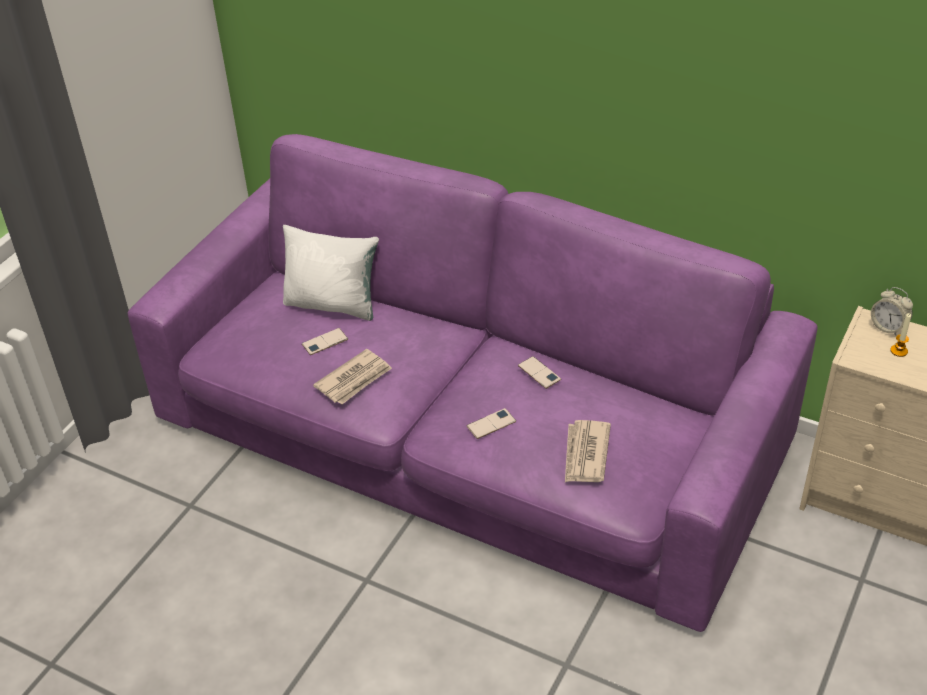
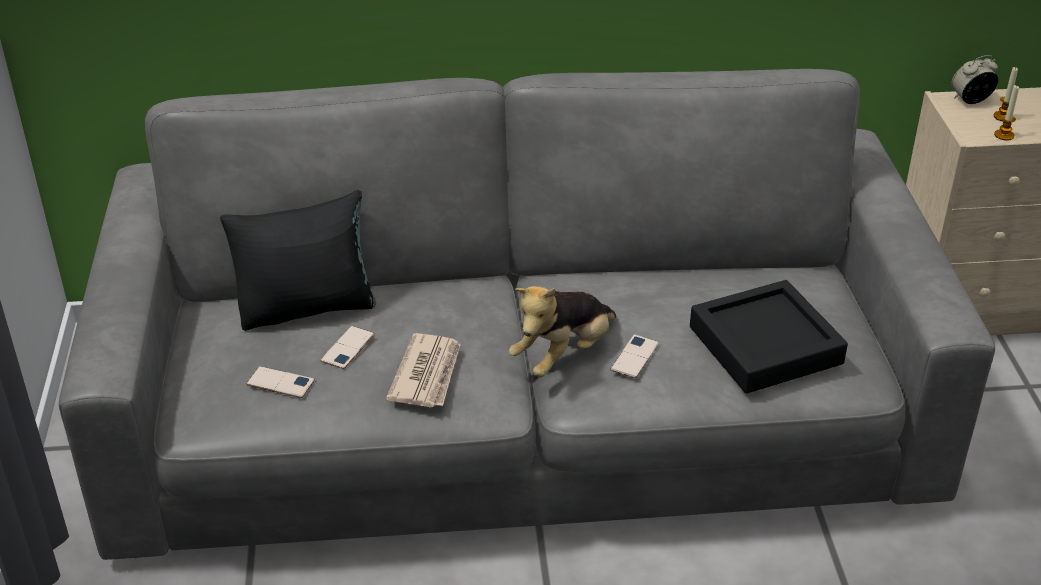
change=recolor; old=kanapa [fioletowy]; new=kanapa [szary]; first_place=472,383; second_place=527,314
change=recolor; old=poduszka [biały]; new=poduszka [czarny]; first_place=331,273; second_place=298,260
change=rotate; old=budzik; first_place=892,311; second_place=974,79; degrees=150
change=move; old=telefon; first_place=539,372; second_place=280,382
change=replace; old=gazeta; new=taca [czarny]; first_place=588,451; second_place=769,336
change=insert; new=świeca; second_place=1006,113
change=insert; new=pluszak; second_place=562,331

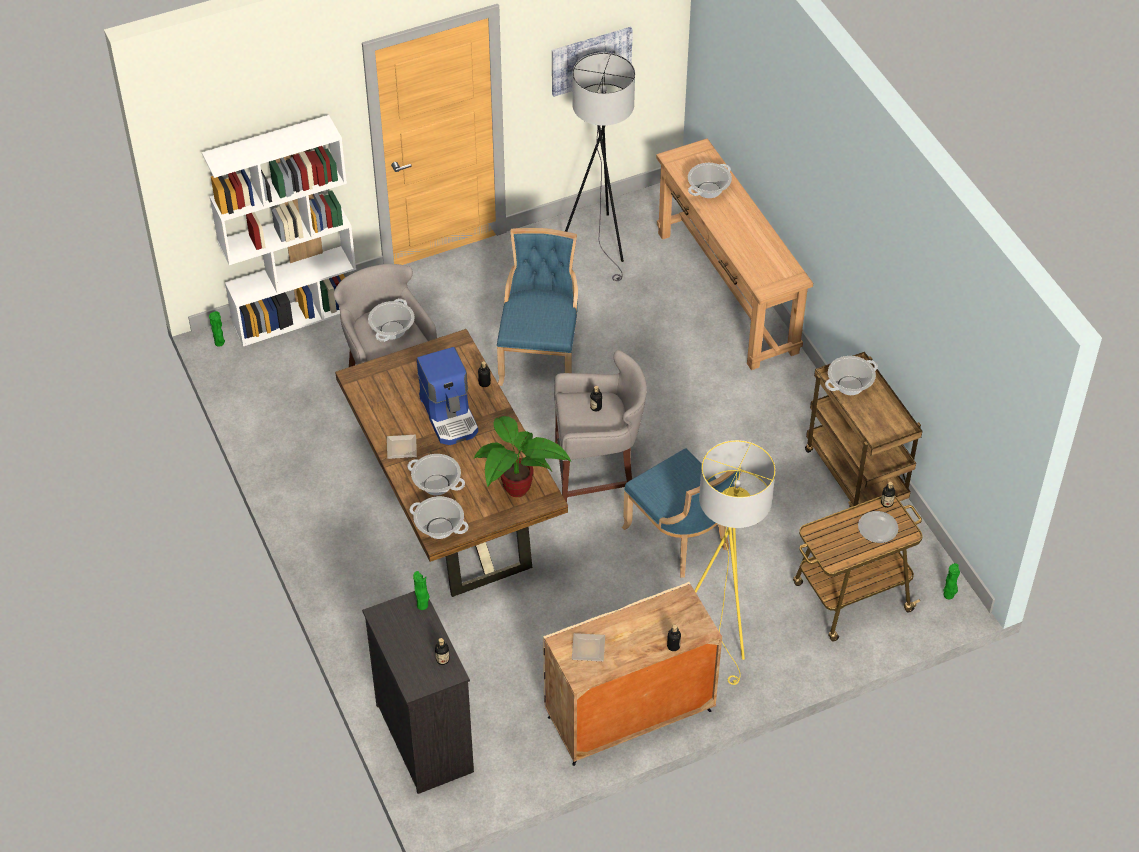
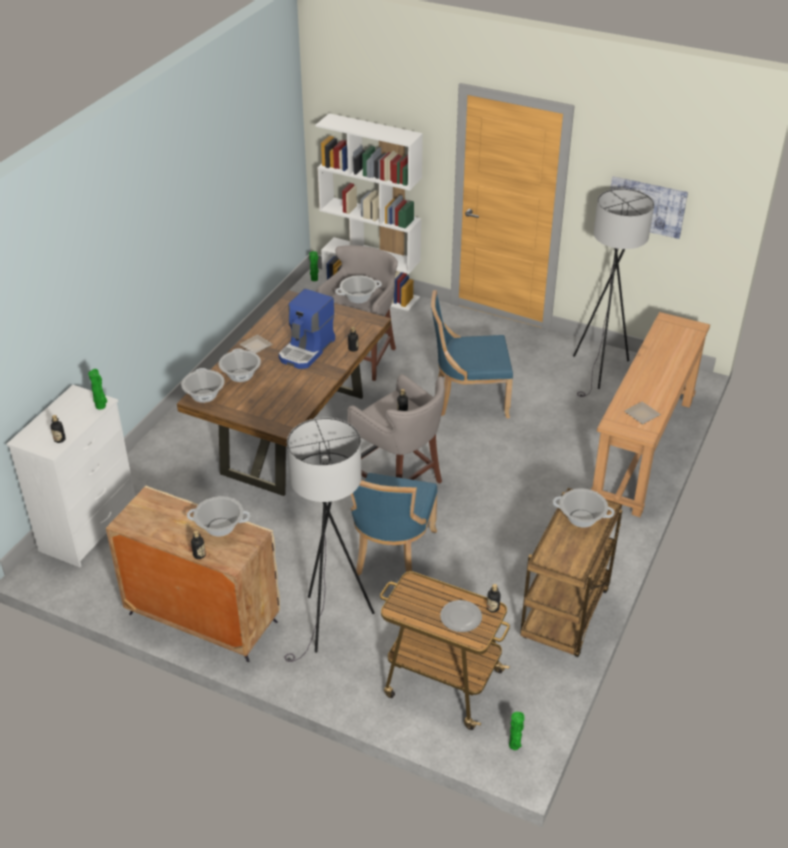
change=move; old=garnek; first_place=710,180; second_place=219,516
change=rotate; old=krzesło [niebieski]; first_place=537,307; second_place=472,354; degrees=-150
change=delete; old=roślina doniczkowa; first_place=522,456
change=recolor; old=lampa stojąca [żółty]; new=lampa stojąca [szary]; first_place=735,562; second_place=330,539
change=recolor; old=komoda [czarny]; new=komoda [biały]; first_place=418,692; second_place=71,476
change=move; old=talerz; first_place=588,647; second_place=642,413

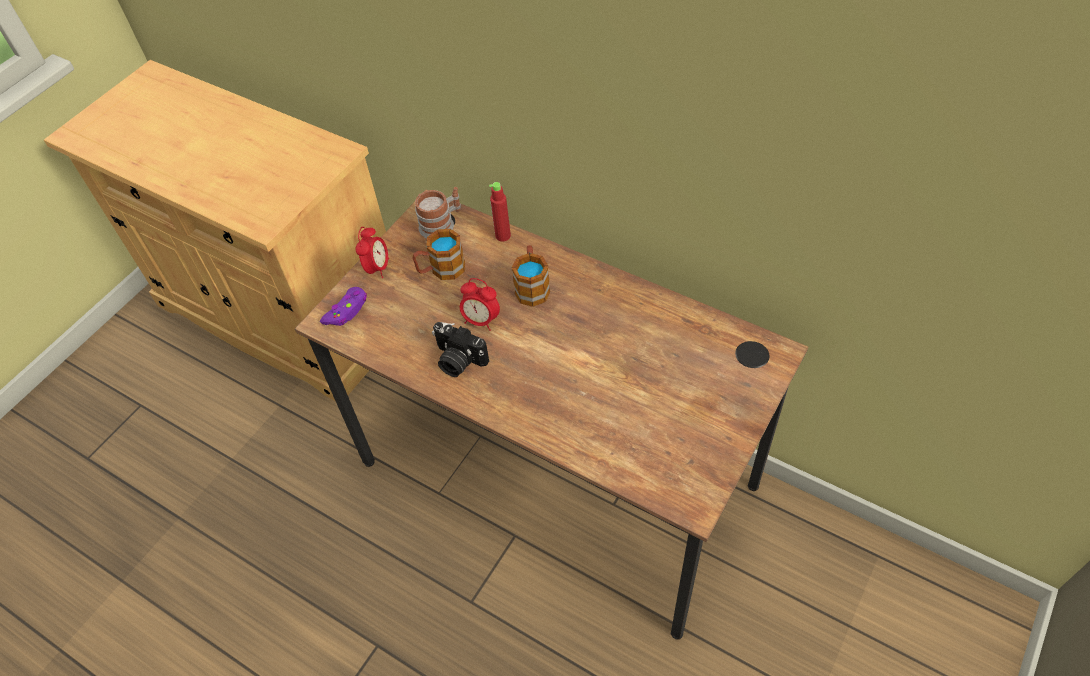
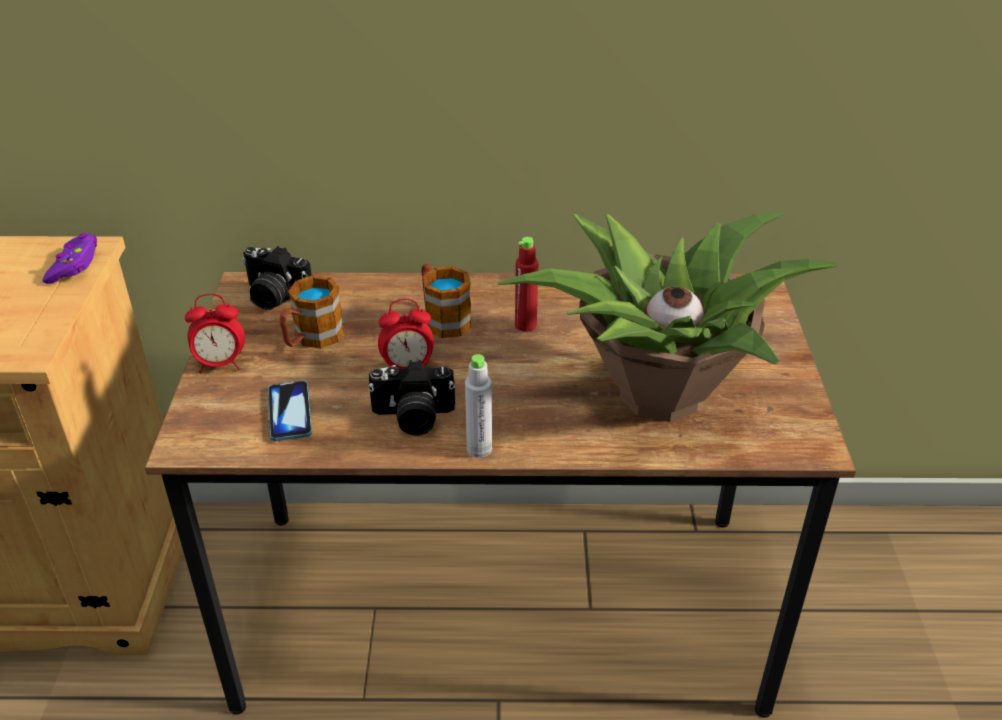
change=move; old=butelka [czerwony]; first_place=500,211; second_place=527,284
change=replace; old=kubek; new=aparat fotograficzny; first_place=438,212; second_place=277,278
change=rotate; old=budzik; first_place=372,252; second_place=215,333; degrees=105
change=move; old=pad do gier [fioletowy]; first_place=343,306; second_place=69,258
change=insert; new=roślina doniczkowa; second_place=667,316
change=insert; new=butelka [szary]; second_place=478,406
change=insert; new=telefon; second_place=290,411

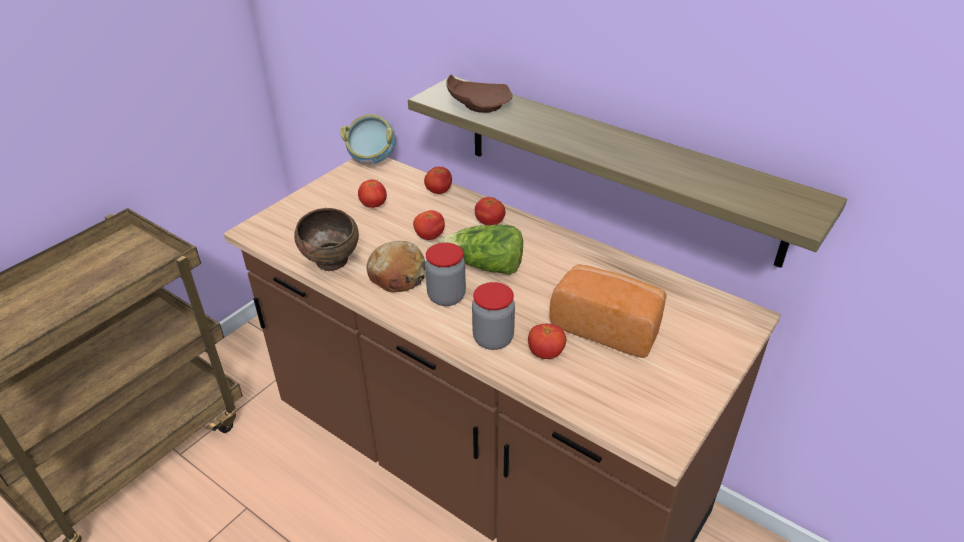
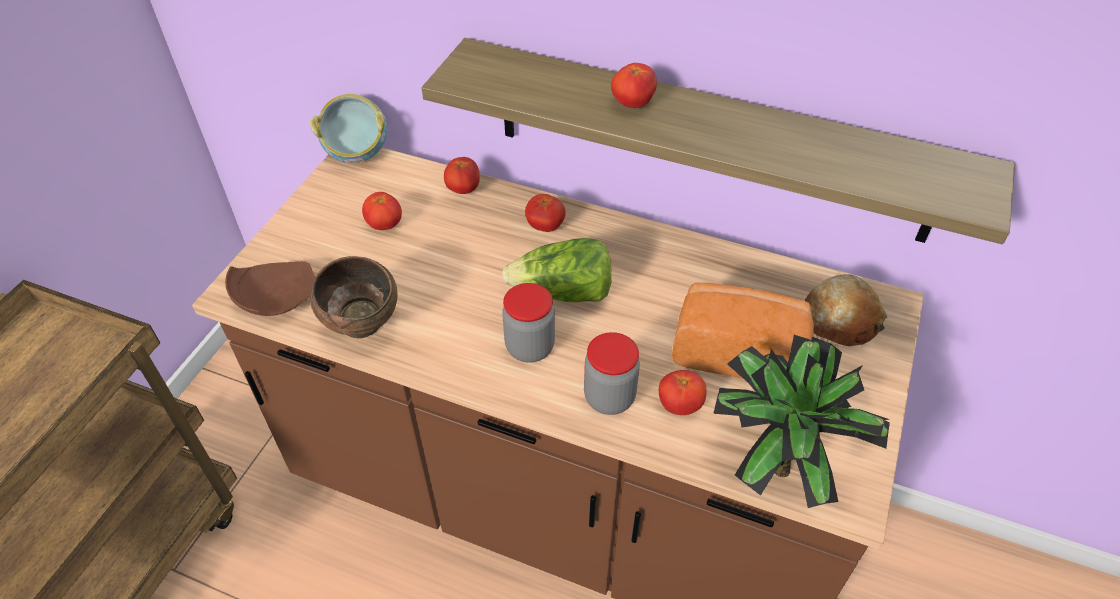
change=move; old=talerz [brązowy]; first_place=479,94; second_place=270,288
change=move; old=pomidor; first_place=429,225; second_place=634,85
change=move; old=chleb; first_place=396,267; second_place=846,310
change=insert; new=roślina doniczkowa; second_place=801,421

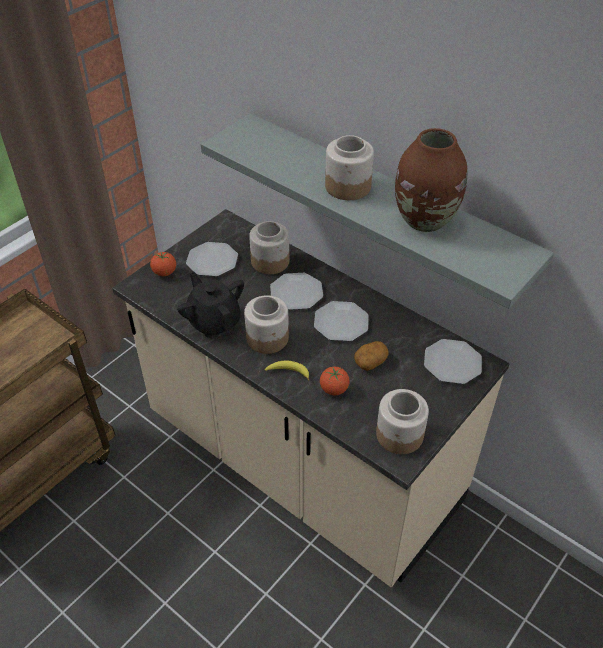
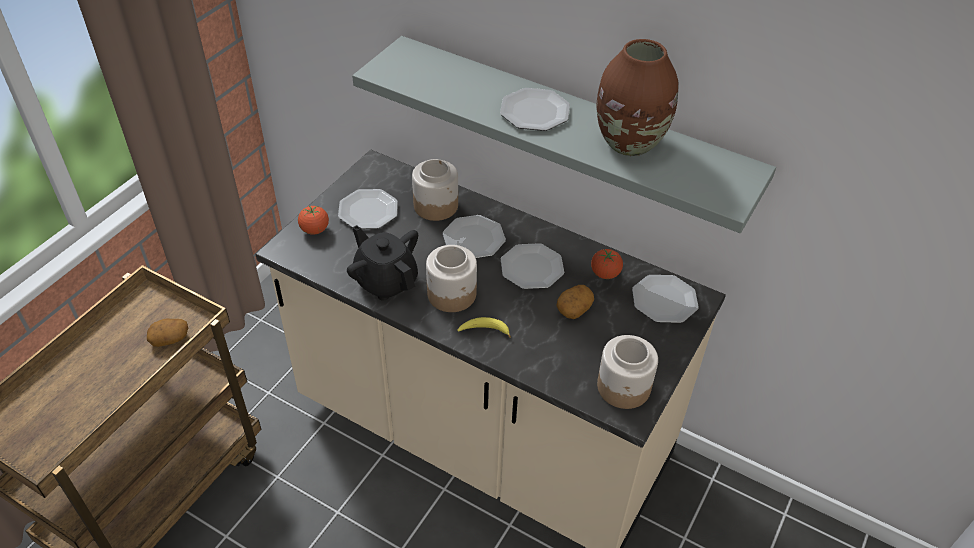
change=replace; old=słoik; new=talerz; first_place=349,167; second_place=535,109
change=move; old=pomidor; first_place=335,381; second_place=607,264
change=insert; new=ziemniak; second_place=167,332

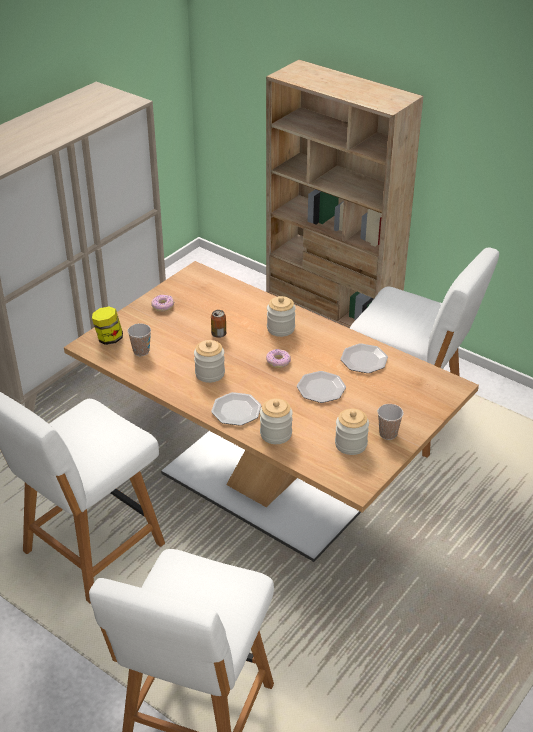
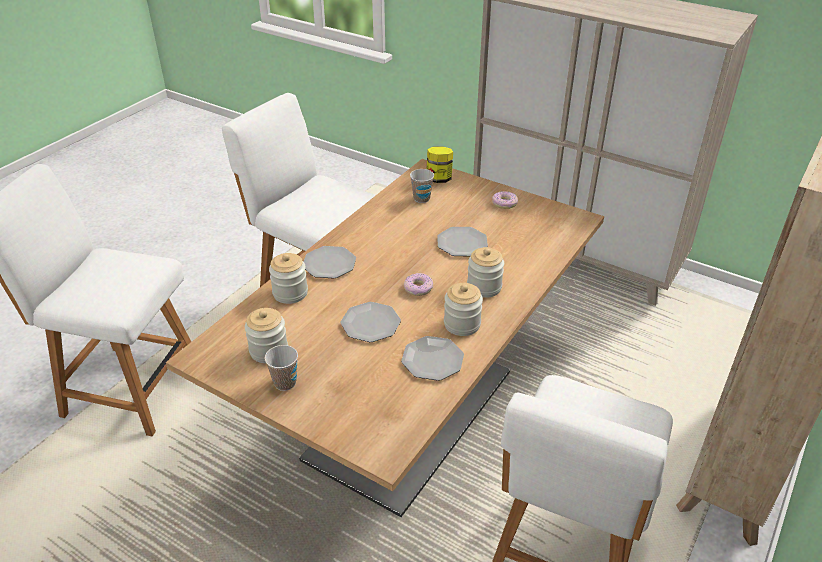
change=replace; old=puszka; new=talerz; first_place=218,324; second_place=462,241
change=move; old=słoik; first_place=209,361; second_place=463,309

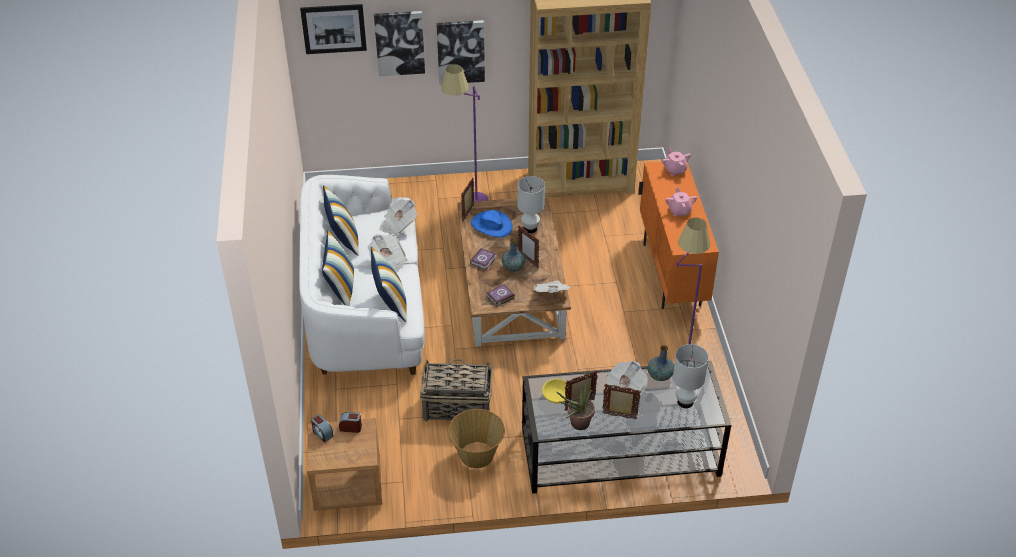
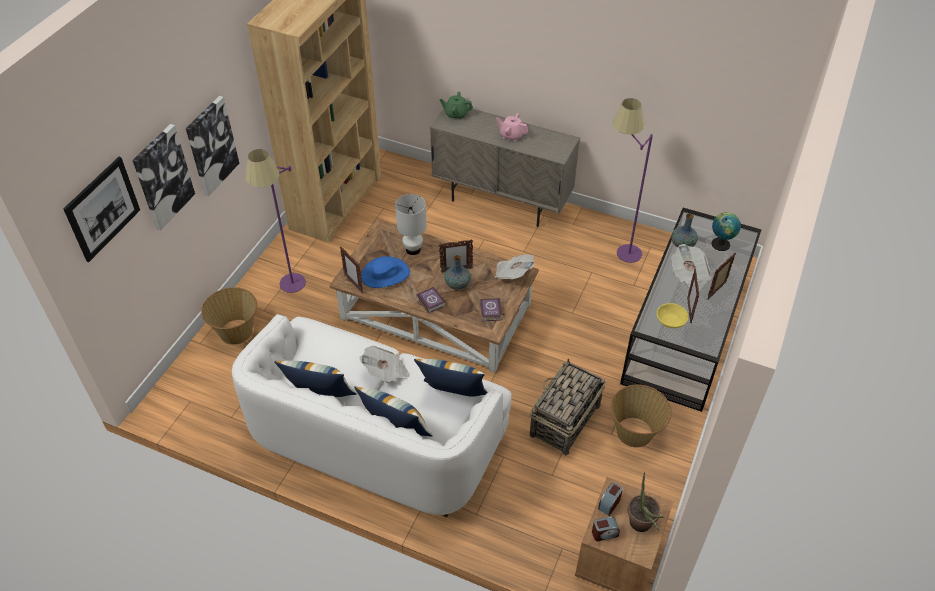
change=recolor; old=imbryk [różowy]; new=imbryk [zielony]; first_place=676,162; second_place=456,106
change=recolor; old=szafka [pomarańczowy]; new=szafka [beżowy]; first_place=678,235; second_place=505,168
change=delete; old=gazeta; first_place=398,217
change=replace; old=lampa stołowa [biały]; new=globus; first_place=691,376; second_place=726,231
change=move; old=roślina doniczkowa; first_place=576,401; second_place=645,501
change=insert; new=koszyk; second_place=229,316

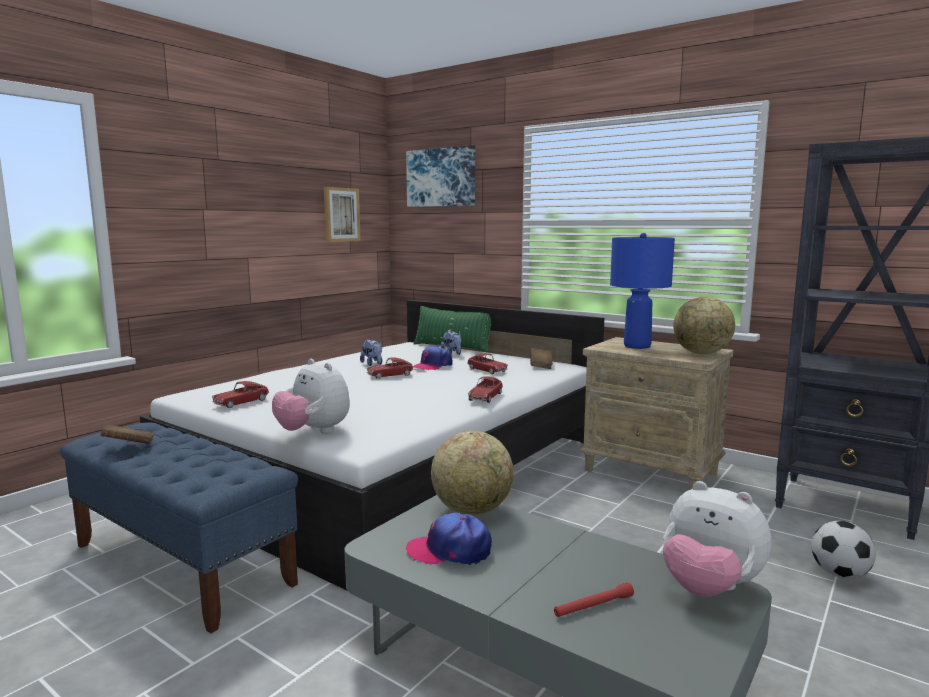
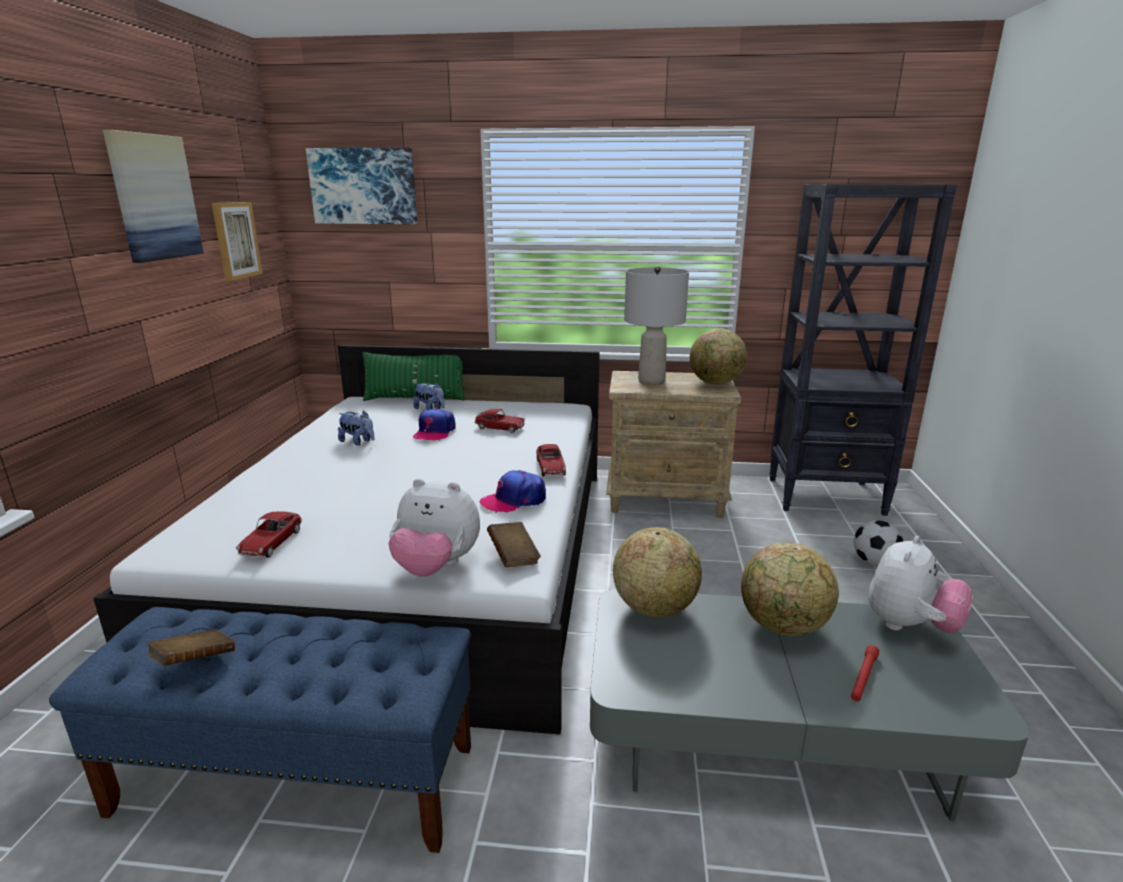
change=recolor; old=lampa stołowa [niebieski]; new=lampa stołowa [szary]; first_place=642,291; second_place=656,325
change=move; old=książka [brązowy]; first_place=541,358; second_place=514,544
change=delete; old=samochodzik; first_place=390,368
change=rotate; old=pluszak; first_place=717,539; second_place=920,584; degrees=-60
change=move; old=czapka z daszkiem; first_place=449,538; second_place=512,491
change=insert; new=obraz; second_place=153,196
change=insert; new=globus; second_place=790,589

